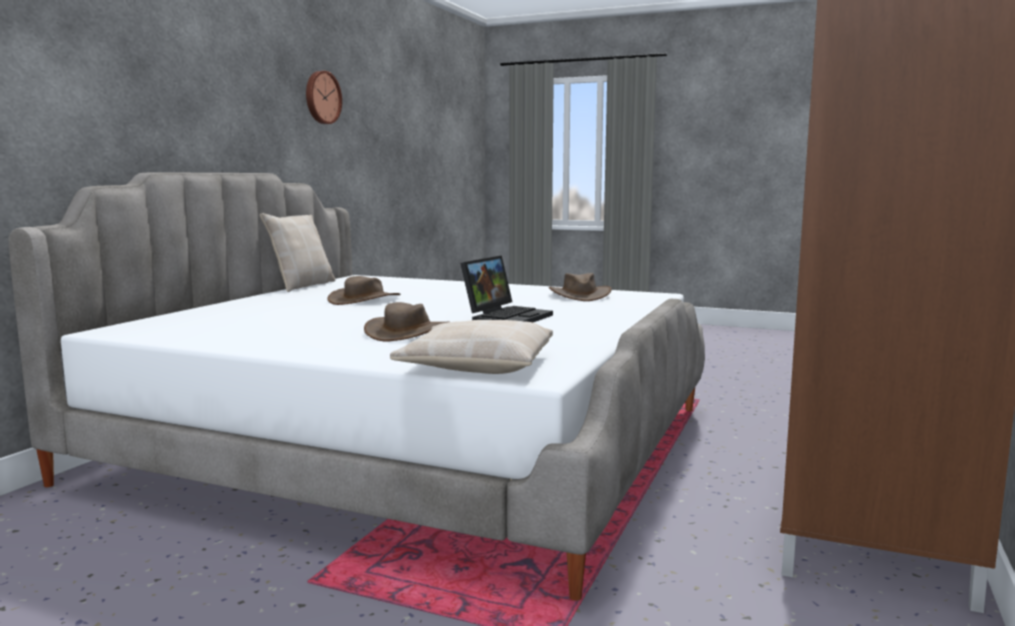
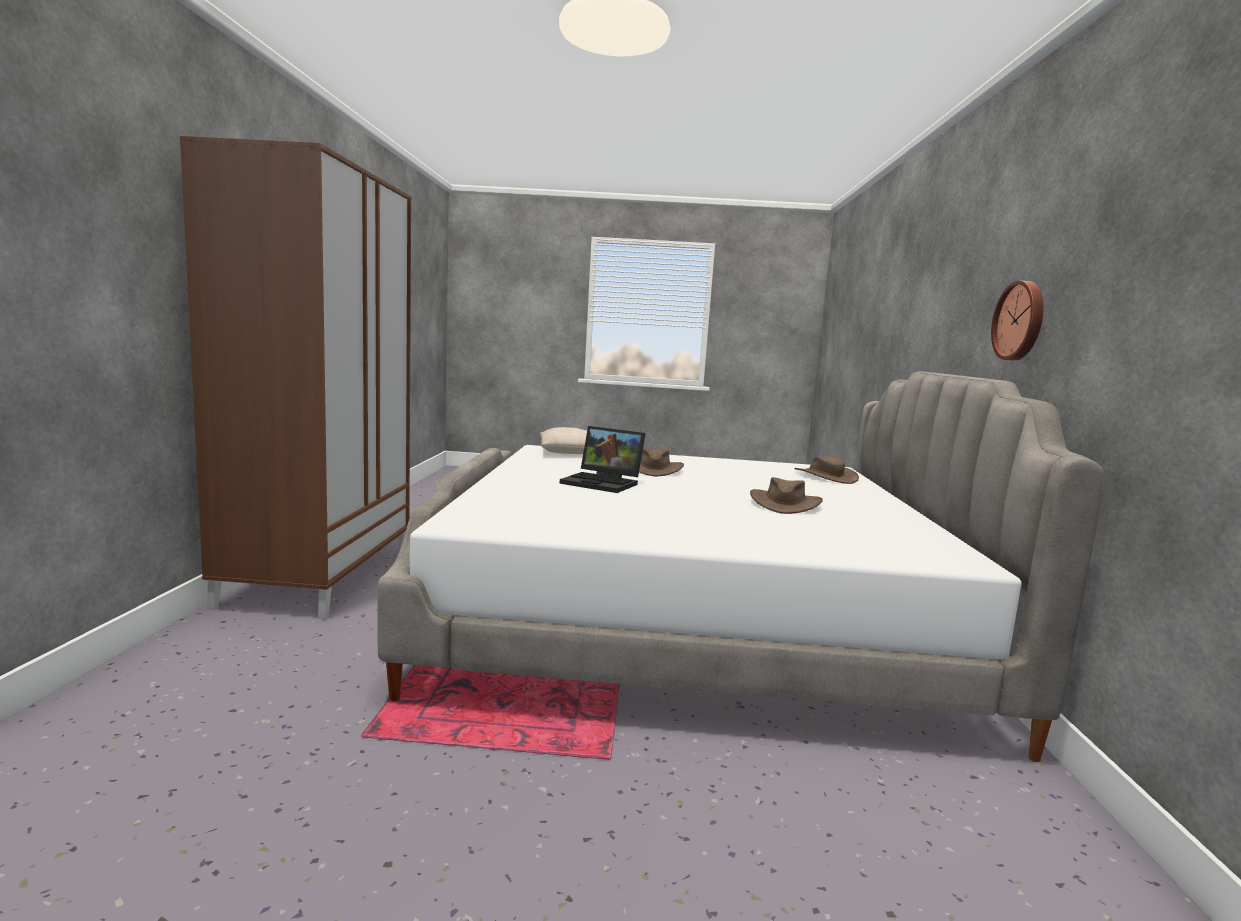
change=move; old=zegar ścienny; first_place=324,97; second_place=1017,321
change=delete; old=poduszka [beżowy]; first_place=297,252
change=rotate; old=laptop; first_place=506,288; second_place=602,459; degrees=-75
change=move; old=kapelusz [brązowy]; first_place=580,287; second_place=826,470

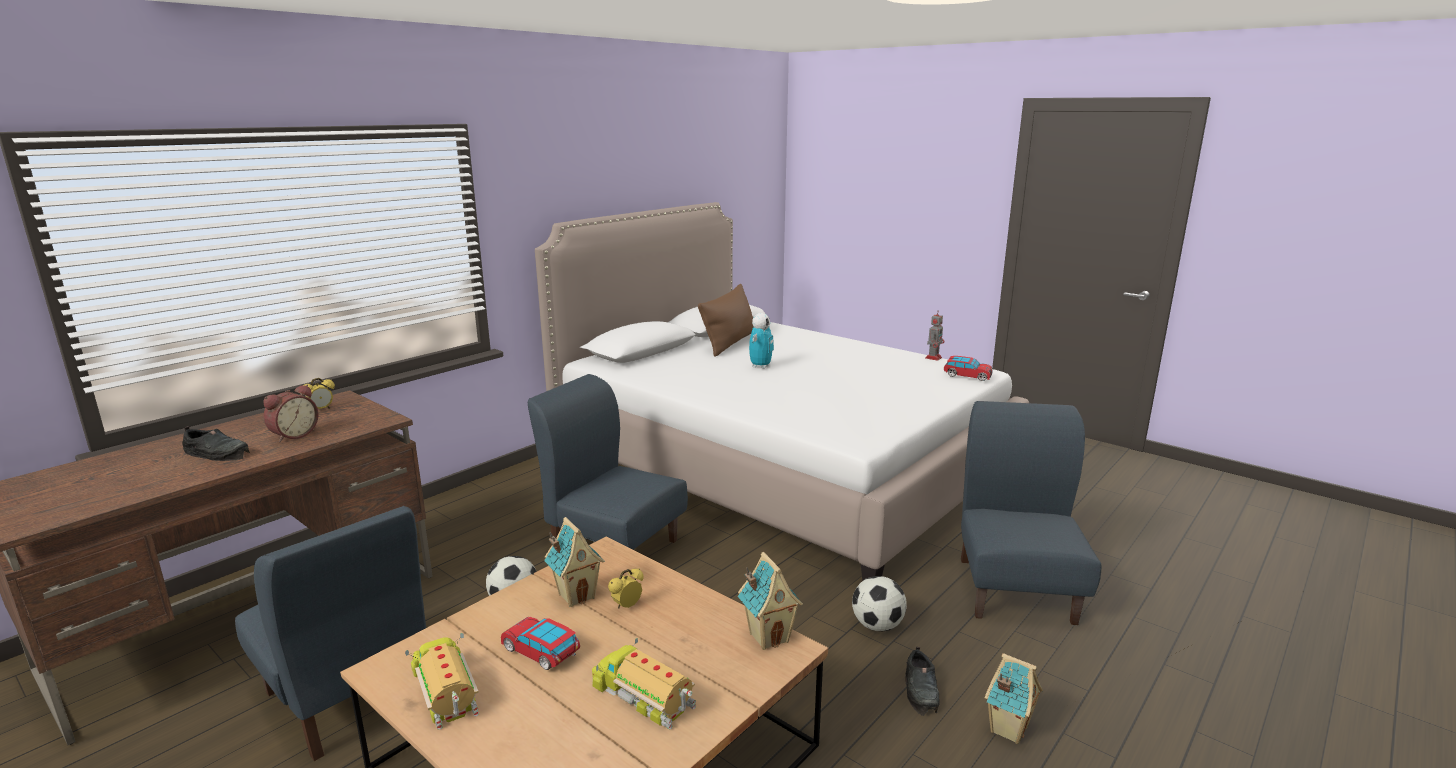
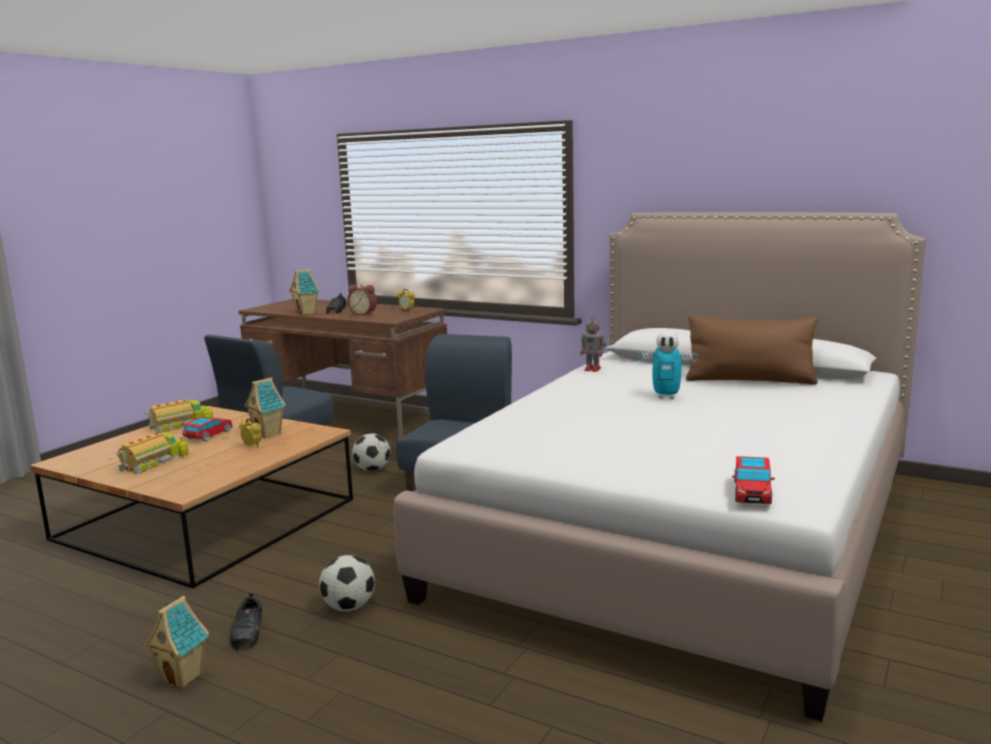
change=move; old=robot zabawkowy; first_place=934,335; second_place=593,343
change=delete; old=krzesło [niebieski]; first_place=1031,513
change=move; old=domek; first_place=770,601; second_place=304,292
change=rotate; old=but [czarny]; first_place=922,681; second_place=246,622; degrees=-90

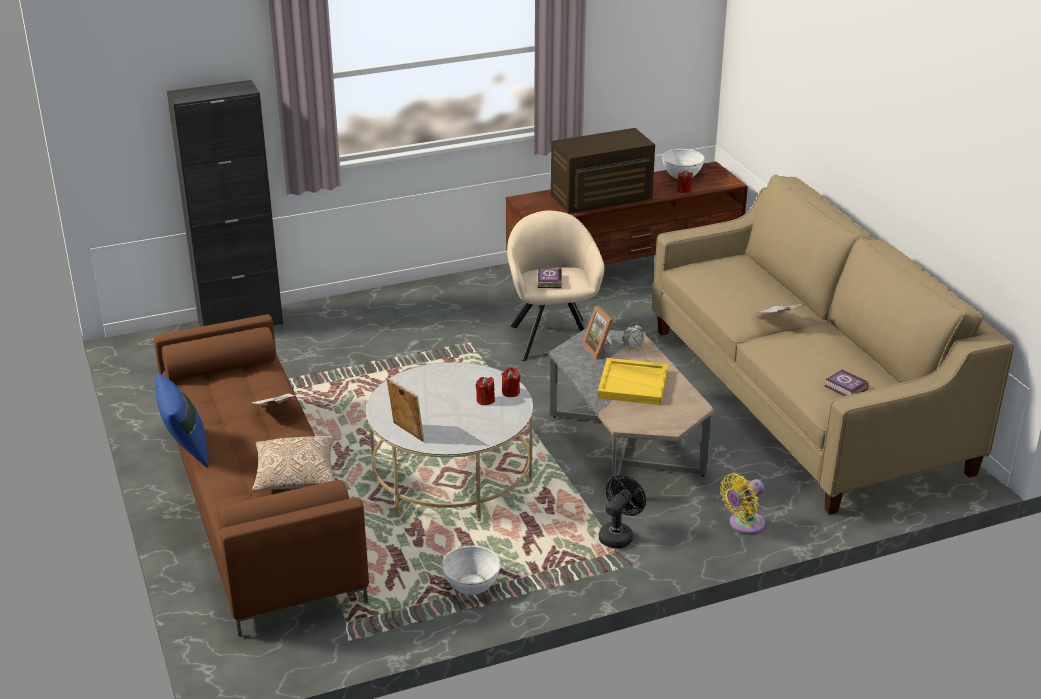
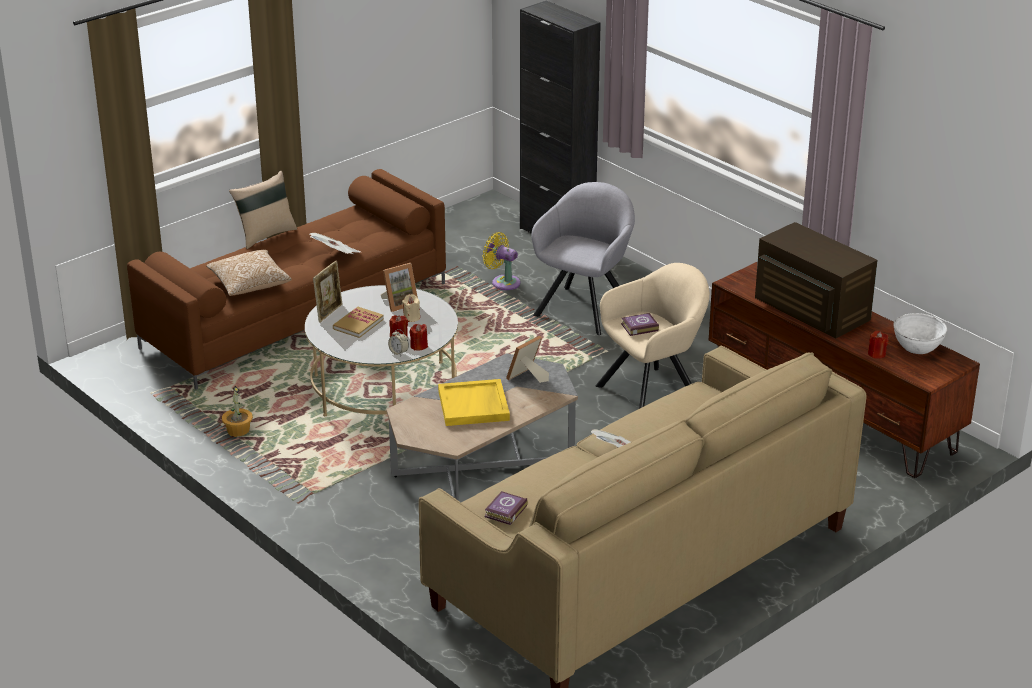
change=move; old=budzik; first_place=633,336; second_place=398,342
change=recolor; old=poduszka [niebieski]; new=poduszka [beżowy]; first_place=182,420; second_place=263,210
change=move; old=wentylator [żółty]; first_place=742,503; second_place=501,261
change=delete; old=wentylator [czarny]; first_place=622,512
change=replace; old=miska [biały]; new=roślina doniczkowa; first_place=471,570; second_place=237,411
change=insert; new=fotel [szary]; second_place=583,258
change=insert; new=ramka na zdjęcie; second_place=399,287
change=insert; new=świeca [beżowy]; second_place=411,308
change=insert; new=książka; second_place=358,322

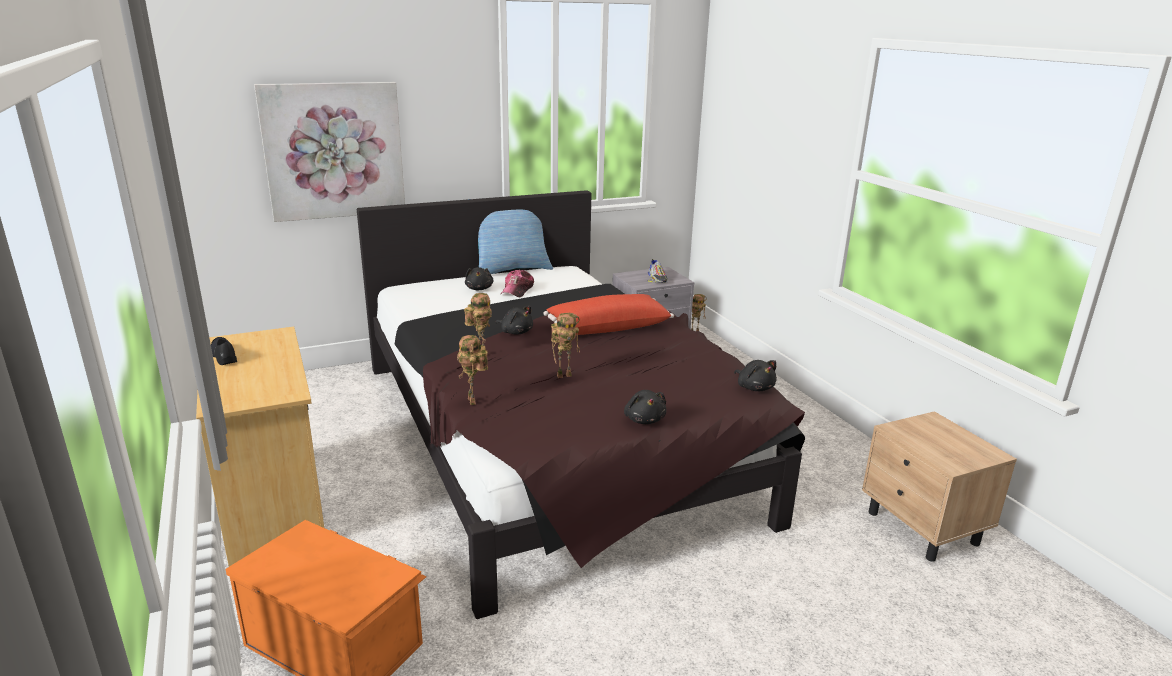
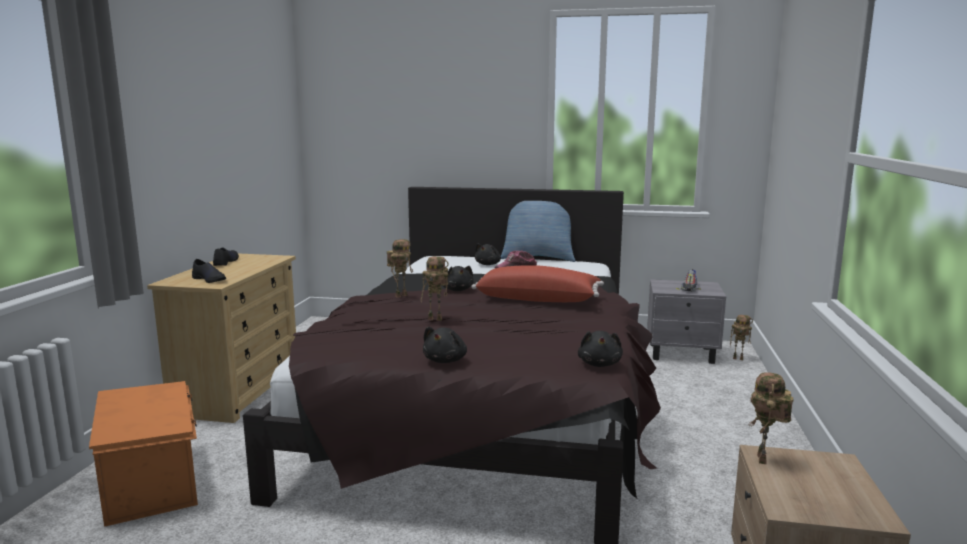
change=delete; old=obraz; first_place=329,152
change=move; old=robot zabawkowy; first_place=472,370; second_place=771,418
change=insert; new=but [czarny]; second_place=209,271

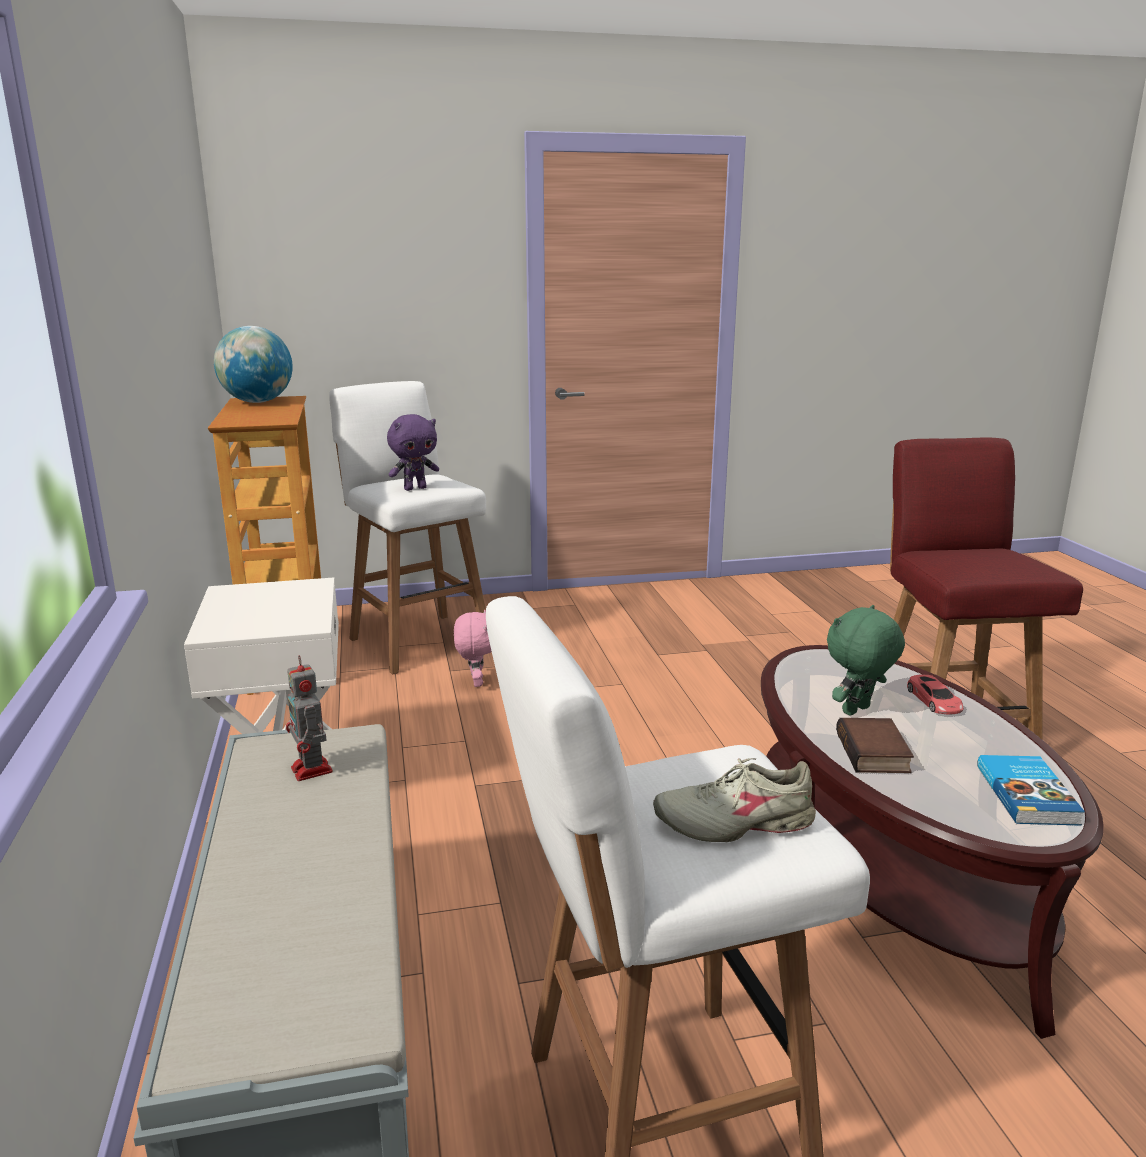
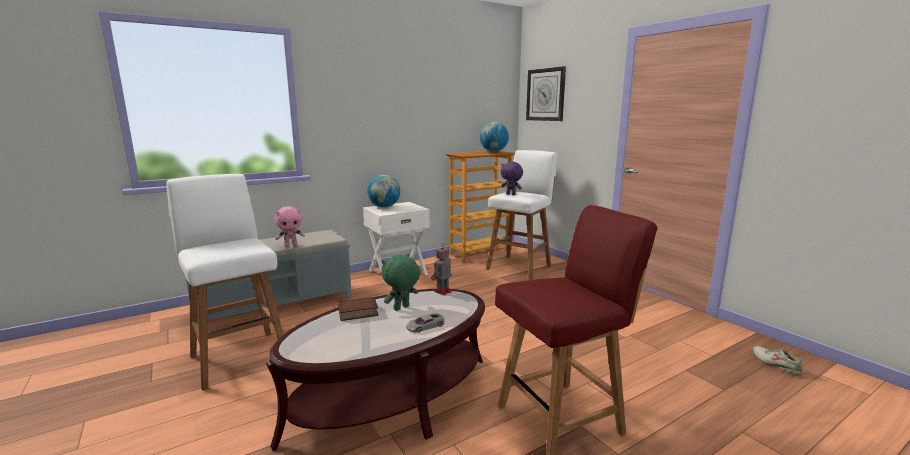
change=rotate; old=pluszak [zielony]; first_place=866,660; second_place=400,282; degrees=-75
change=move; old=pluszak [różowy]; first_place=473,648; second_place=290,226
change=move; old=robot zabawkowy; first_place=309,718; second_place=441,269
change=recolor; old=samochodzik [czerwony]; new=samochodzik [szary]; first_place=935,695; second_place=425,323
change=delete; old=książka; first_place=1031,790
change=move; old=but [beżowy]; first_place=734,800; second_place=778,361
change=insert; new=zegar ścienny; second_place=546,93
change=insert; new=globus; second_place=383,191

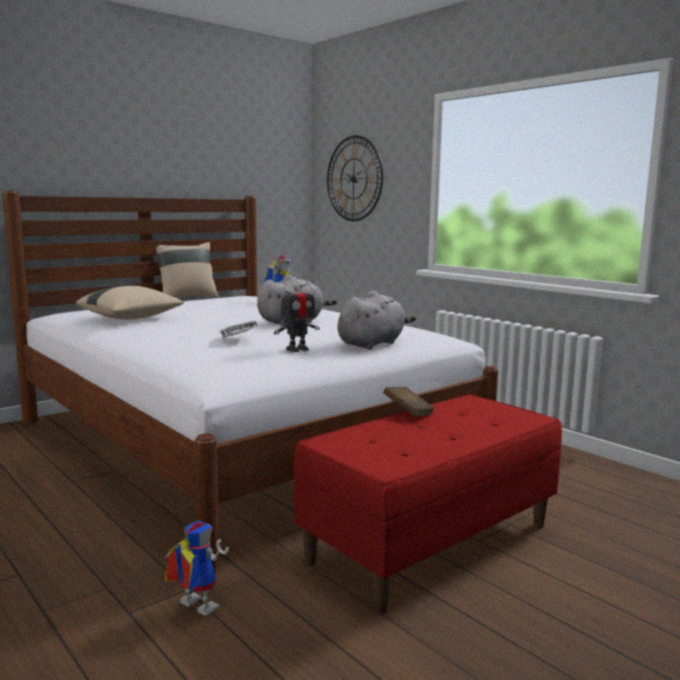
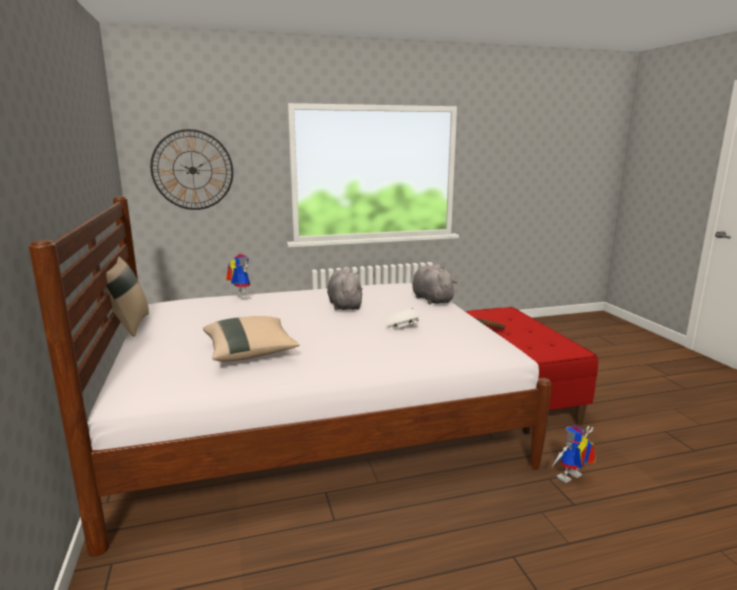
change=delete; old=robot zabawkowy; first_place=297,316

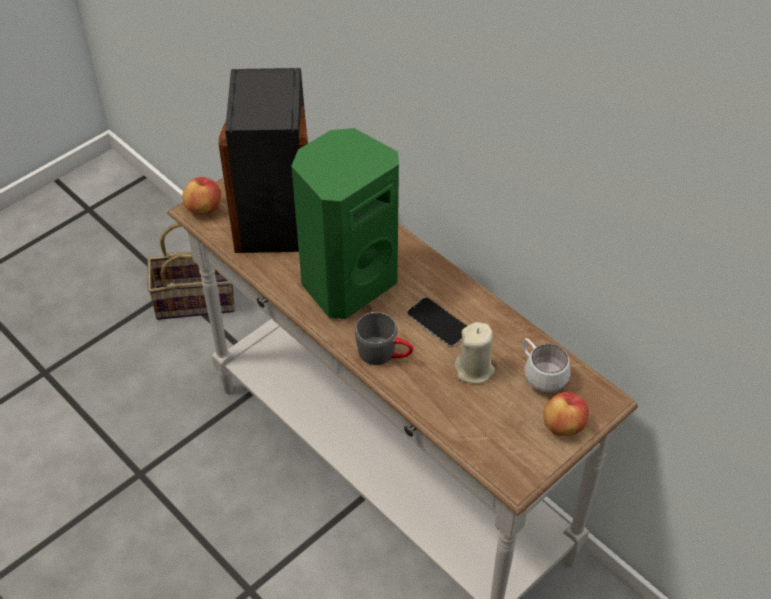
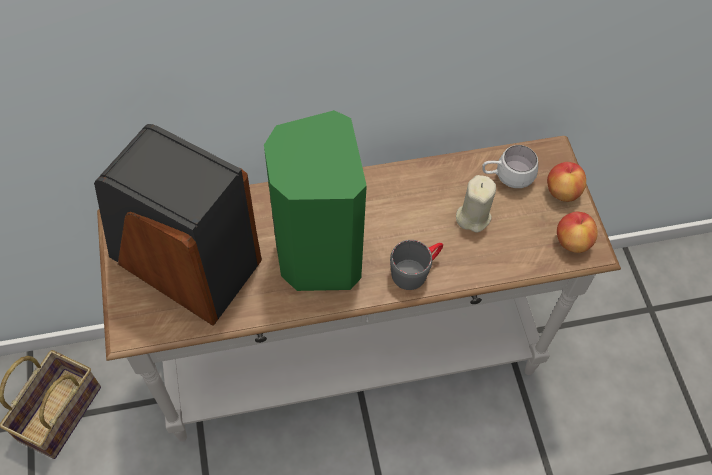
change=move; old=jabłko; first_place=201,196; second_place=577,232
change=delete; old=telefon; first_place=437,322

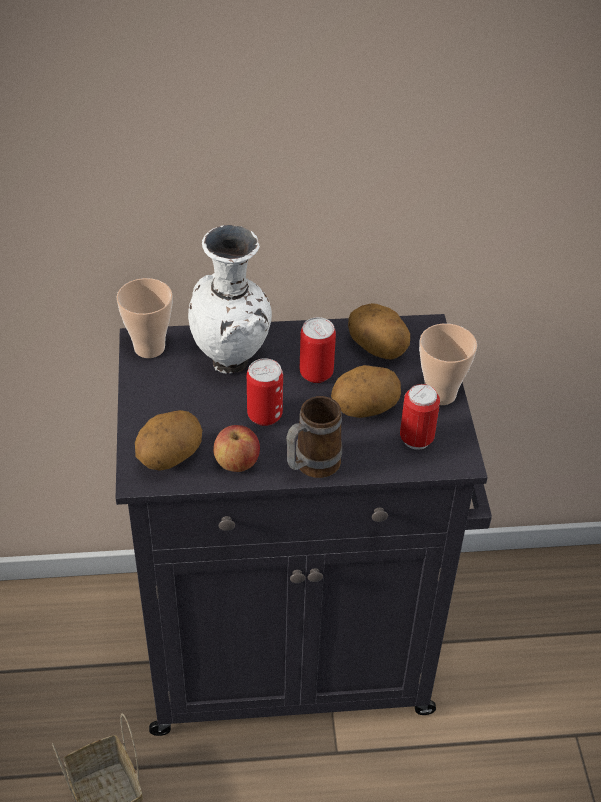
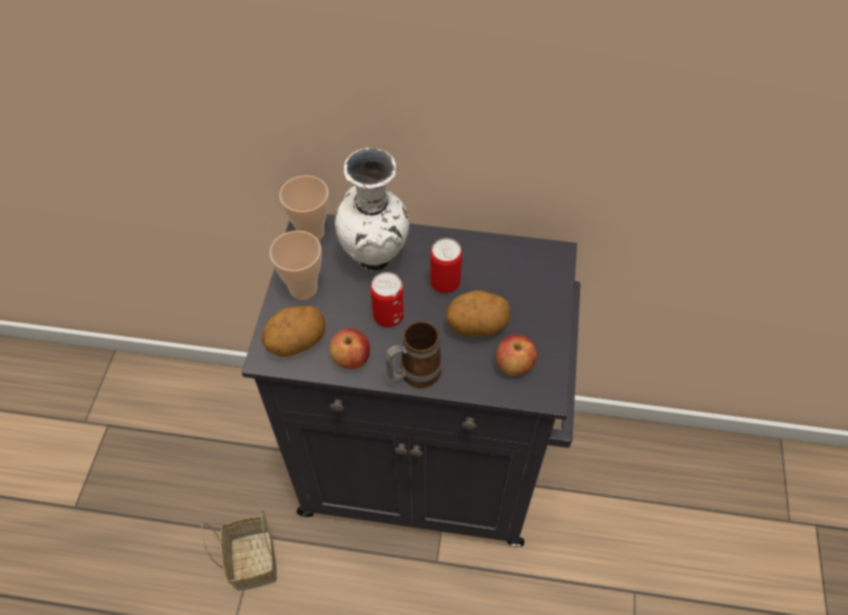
change=delete; old=ziemniak; first_place=379,331
change=move; old=filiżanka; first_place=448,364; second_place=296,265
change=replace; old=puszka; new=jabłko; first_place=420,417; second_place=516,355

